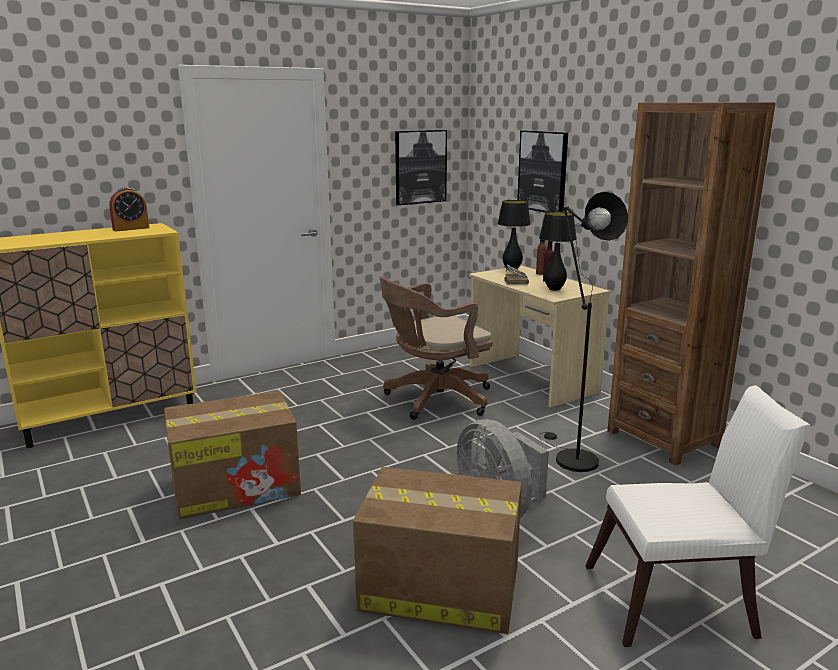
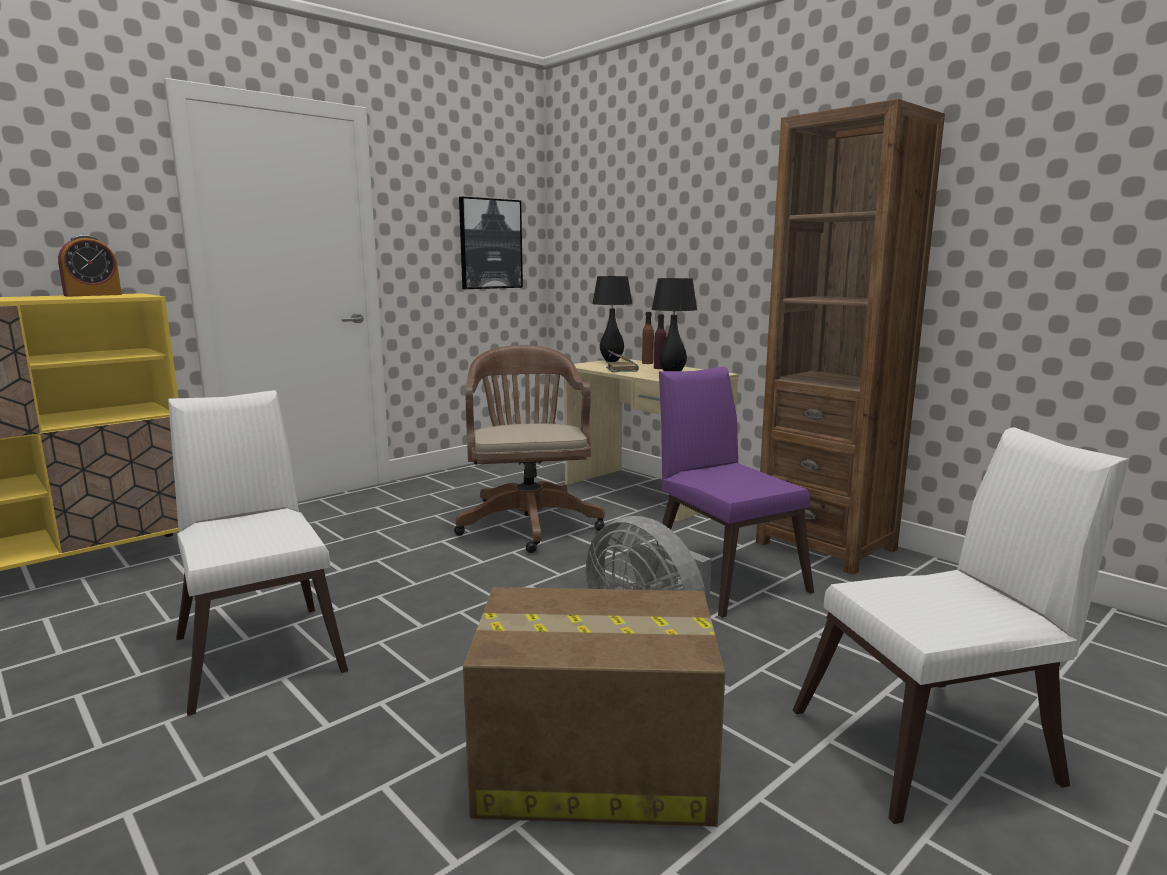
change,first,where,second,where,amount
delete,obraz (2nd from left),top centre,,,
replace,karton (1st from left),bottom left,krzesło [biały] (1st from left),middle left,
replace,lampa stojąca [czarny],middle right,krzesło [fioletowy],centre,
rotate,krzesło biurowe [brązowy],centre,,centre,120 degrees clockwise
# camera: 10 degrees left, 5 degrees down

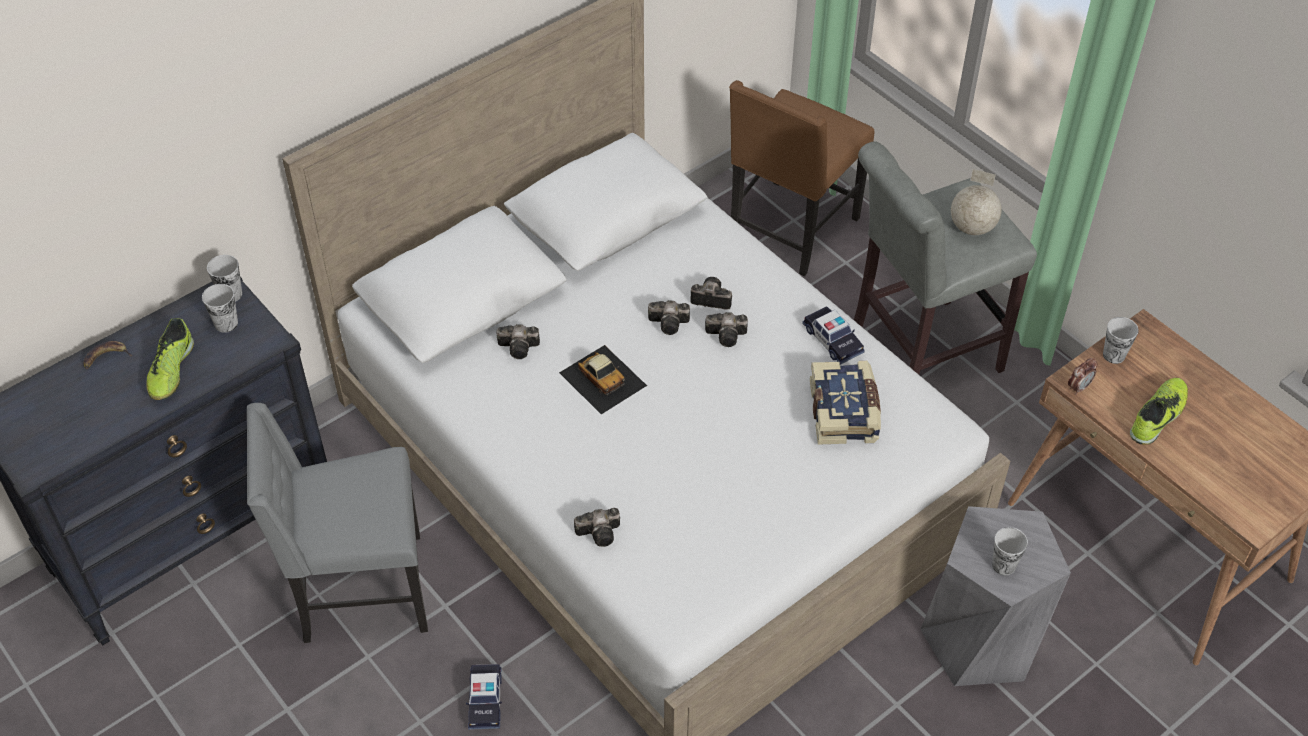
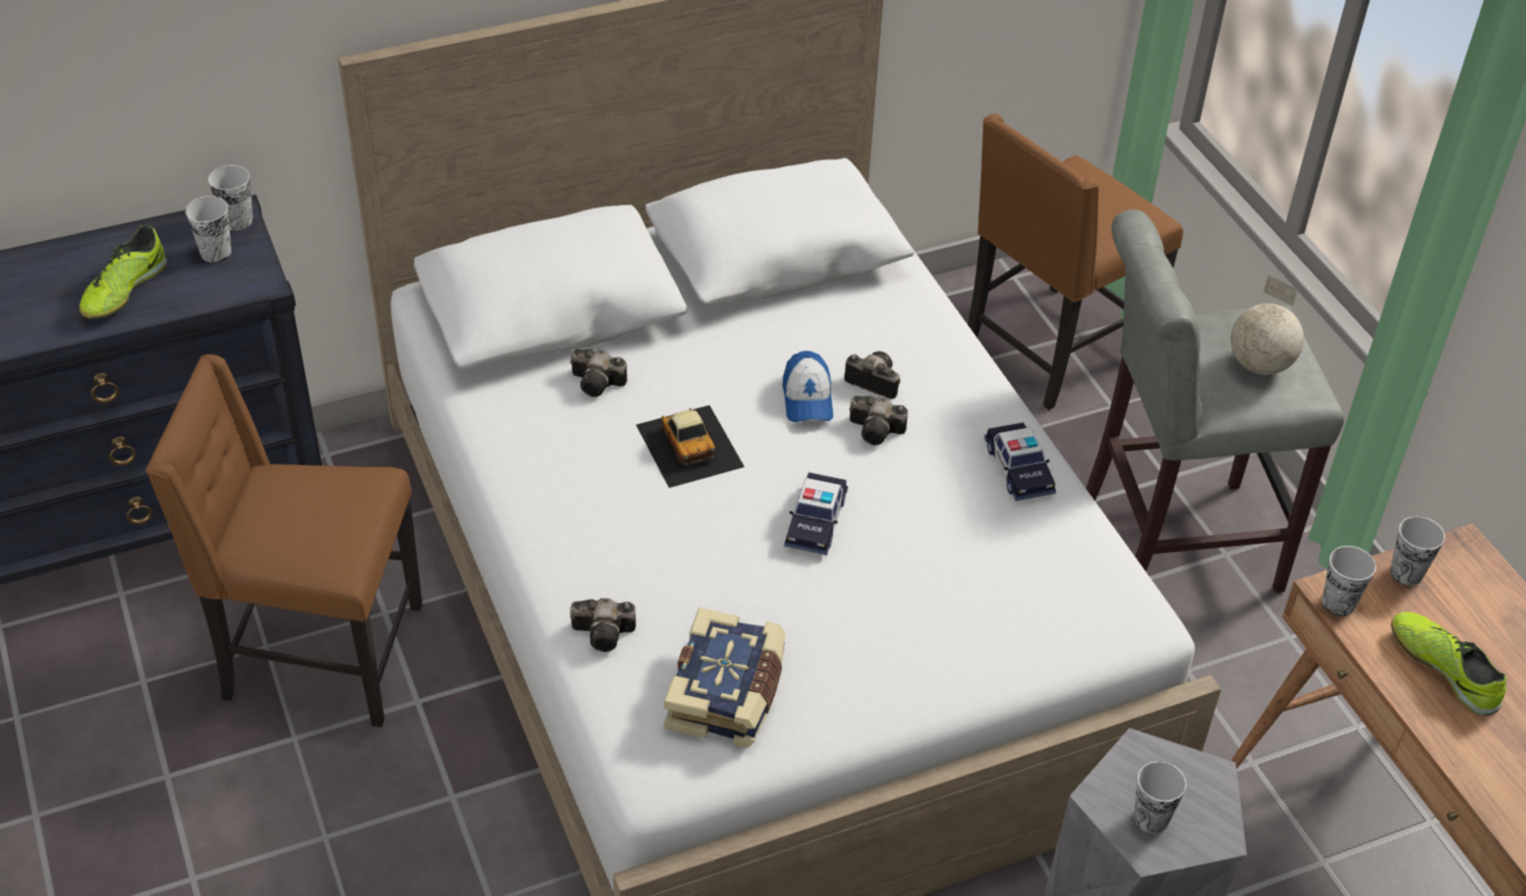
change,first,where,second,where,amount
delete,banan,middle left,,,
move,samochodzik (1st from left in the first image),bottom centre,samochodzik (2nd from left),centre,
move,książka,centre,,bottom centre,
replace,aparat fotograficzny (3rd from left),centre,czapka z daszkiem,centre,
replace,budzik,middle right,filiżanka (4th from left),middle right,
recolor,krzesło [szary],bottom left,krzesło [brązowy] (1st from left),middle left,
rotate,but (2nd from left),middle right,,bottom right,90 degrees counterclockwise
# camera: 15 degrees right, 5 degrees down

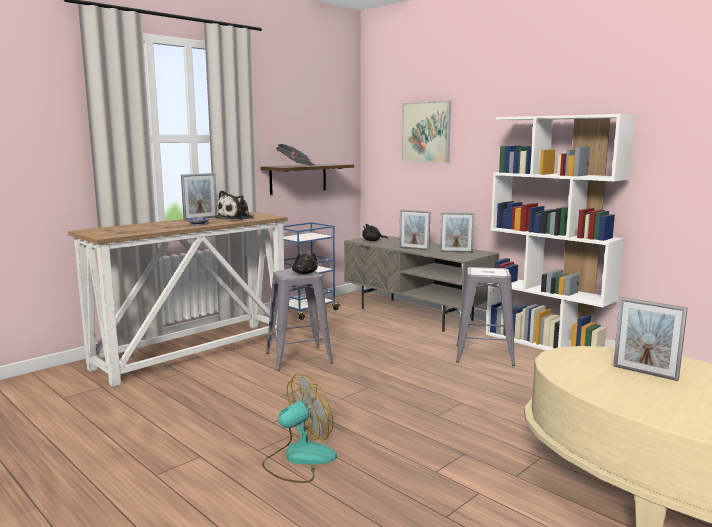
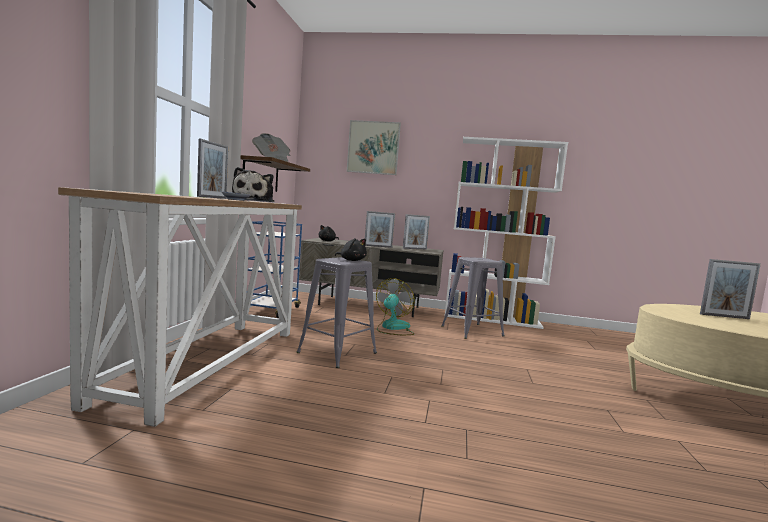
change,first,where,second,where,amount
move,wentylator,bottom centre,,centre,
# camera: 35 degrees left, 5 degrees down

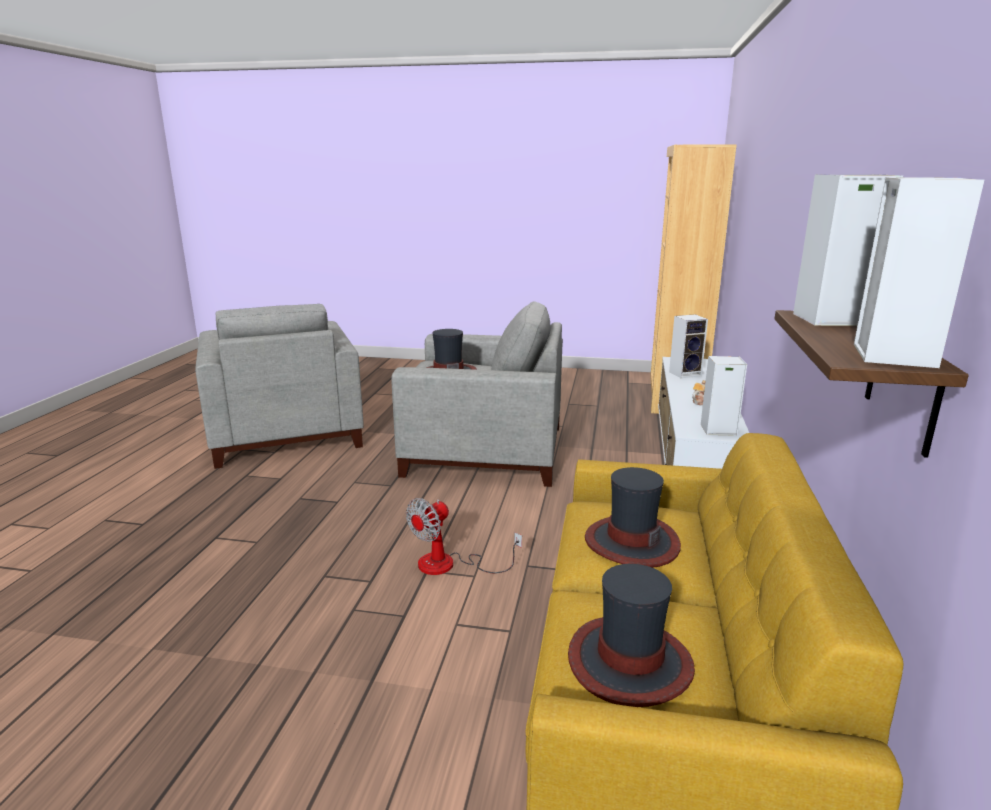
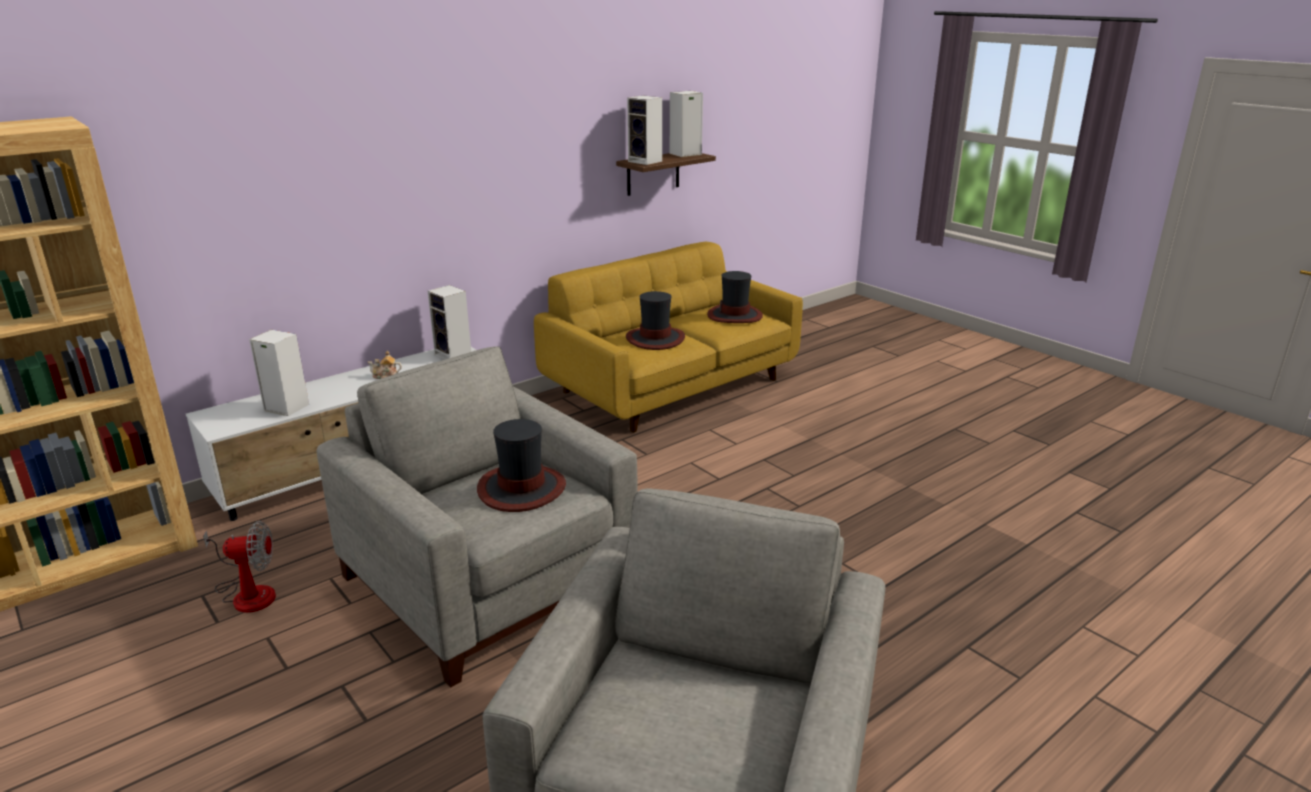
change,first,where,second,where,amount
move,wentylator,centre,,bottom left,
# camera: 140 degrees left, 5 degrees up

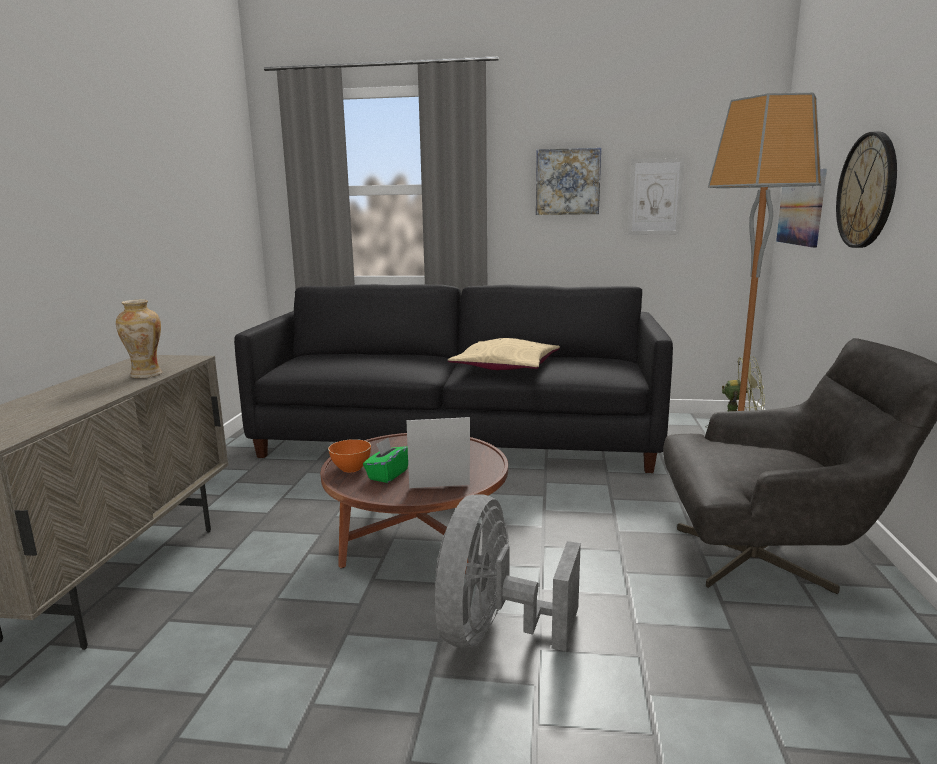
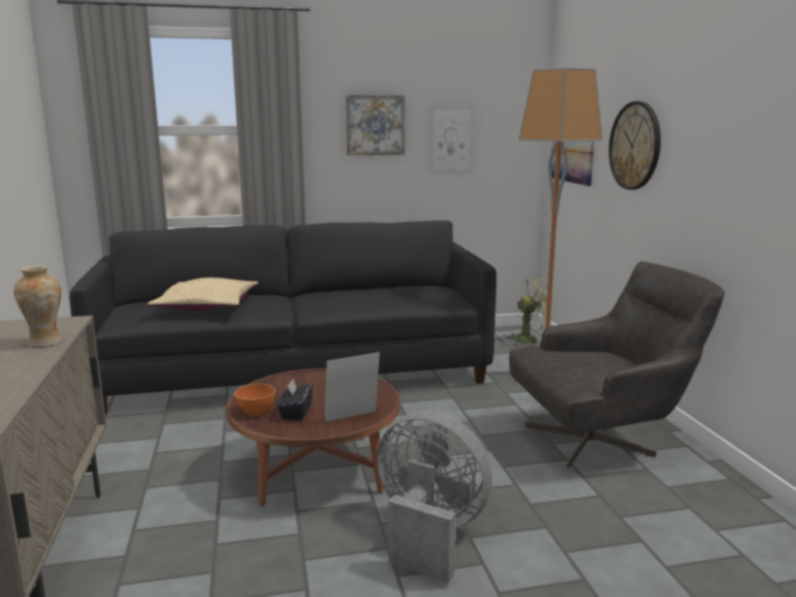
change,first,where,second,where,amount
move,poduszka [beżowy],centre,,middle left,
recolor,pudełko chusteczek [zielony],centre,pudełko chusteczek [czarny],bottom centre,
rotate,wentylator [szary],bottom centre,,bottom centre,120 degrees clockwise
# camera: 20 degrees left, 0 degrees up

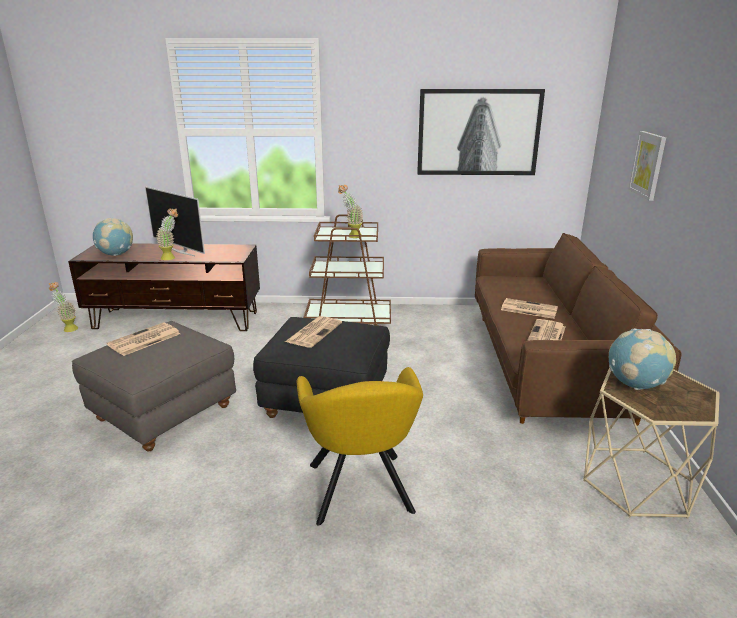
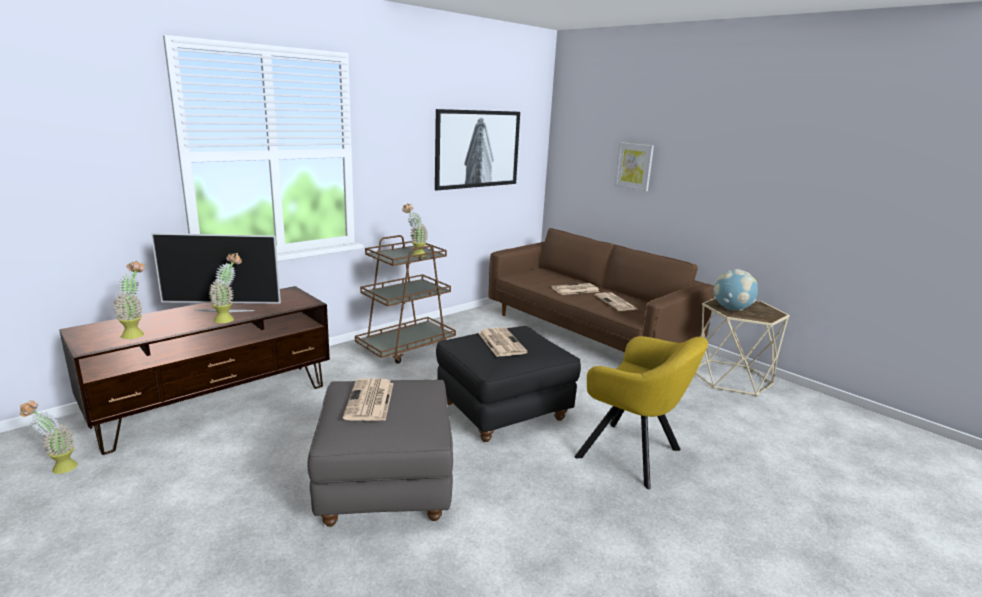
change,first,where,second,where,amount
replace,globus (1st from left),middle left,roślina doniczkowa (2nd from left),middle left,
# camera: 45 degrees left, 5 degrees down

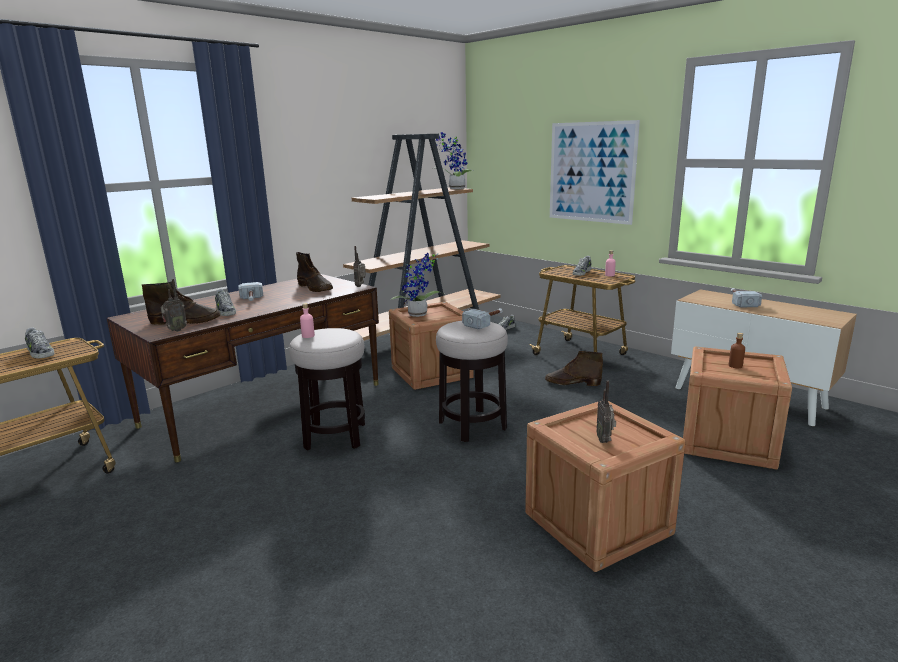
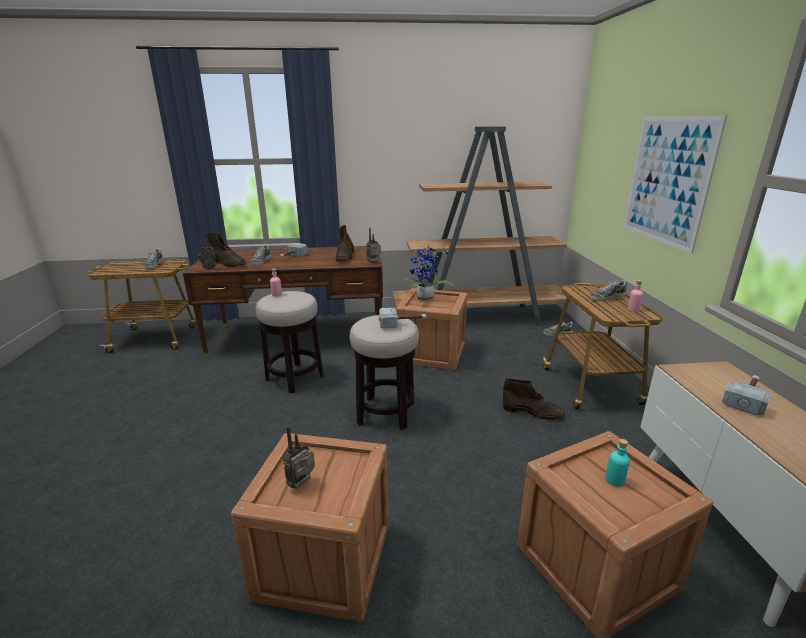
change,first,where,second,where,amount
delete,roślina doniczkowa (2nd from left),top centre,,,
recolor,butelka [brązowy],middle right,butelka [turkusowy],bottom right,
rotate,but z cholewką [brązowy] (3rd from left),centre,,centre,150 degrees clockwise
# camera: 40 degrees right, 5 degrees up

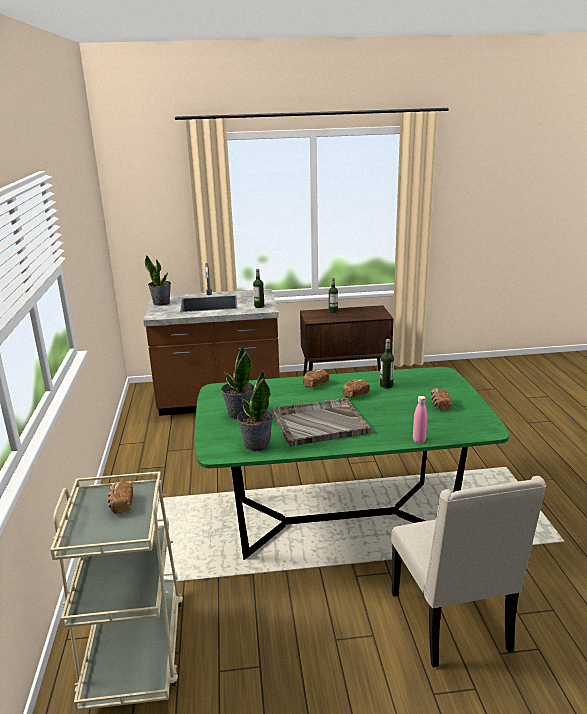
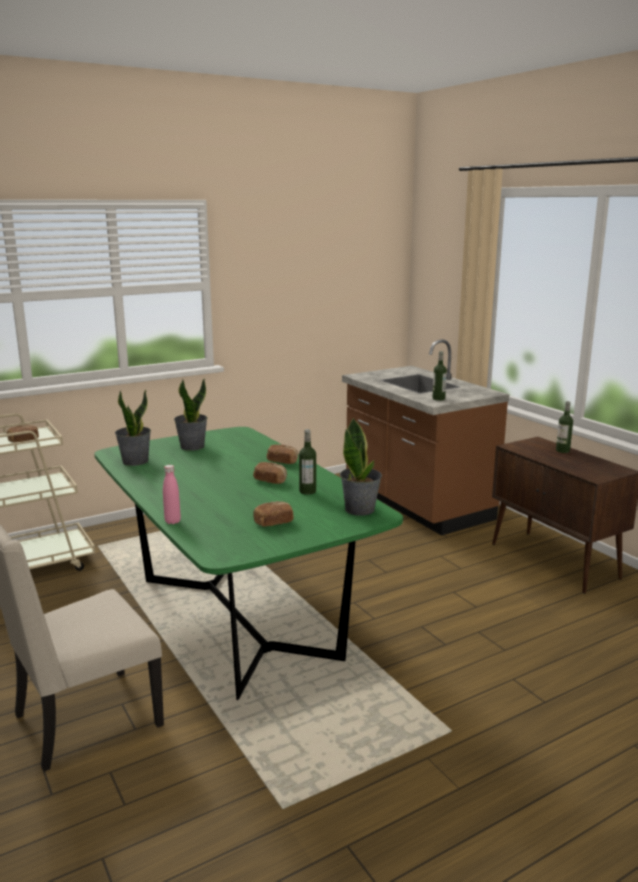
change,first,where,second,where,amount
delete,taca [szary],centre,,,
move,roślina doniczkowa (1st from left in the first image),middle left,roślina doniczkowa (3rd from left),centre,
# camera: 65 degrees right, 5 degrees down

